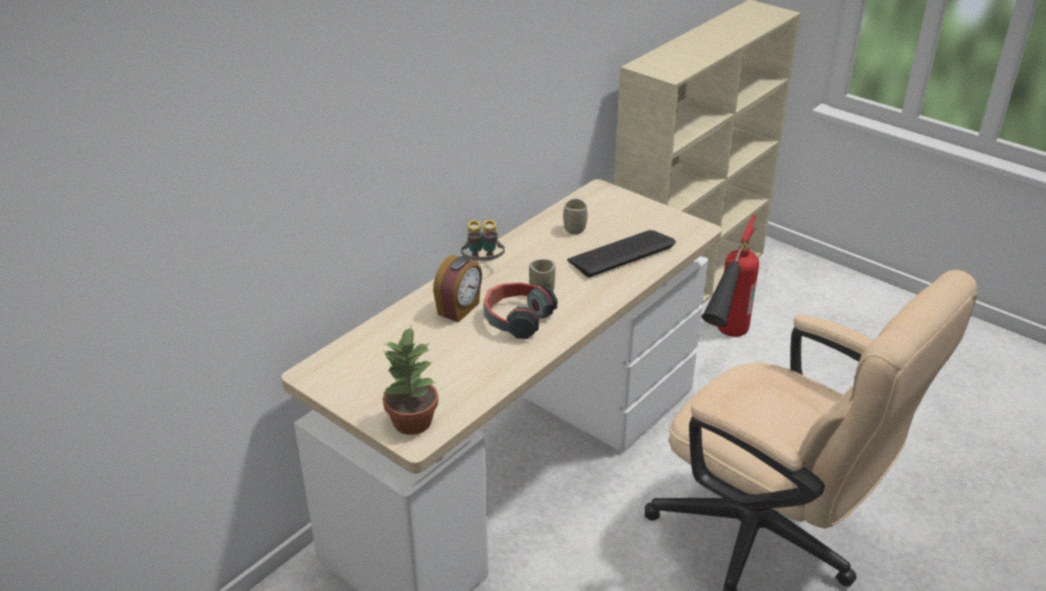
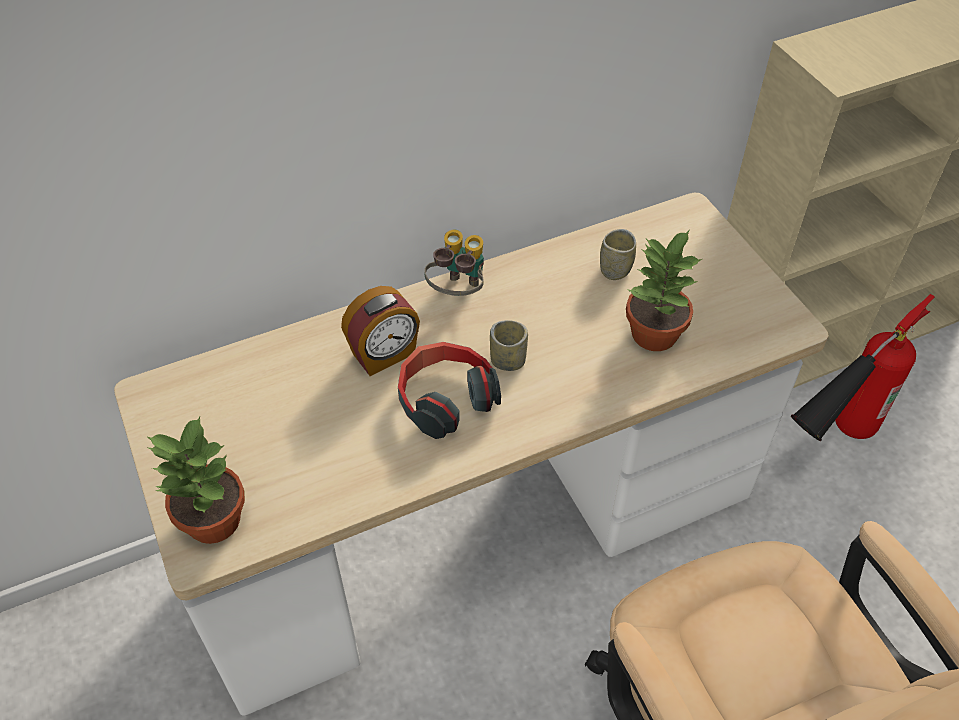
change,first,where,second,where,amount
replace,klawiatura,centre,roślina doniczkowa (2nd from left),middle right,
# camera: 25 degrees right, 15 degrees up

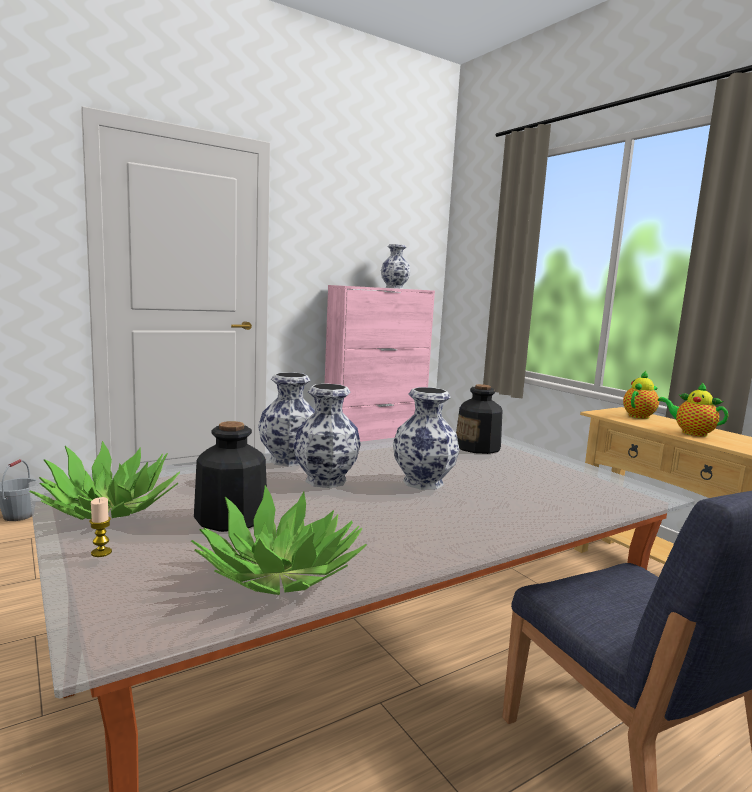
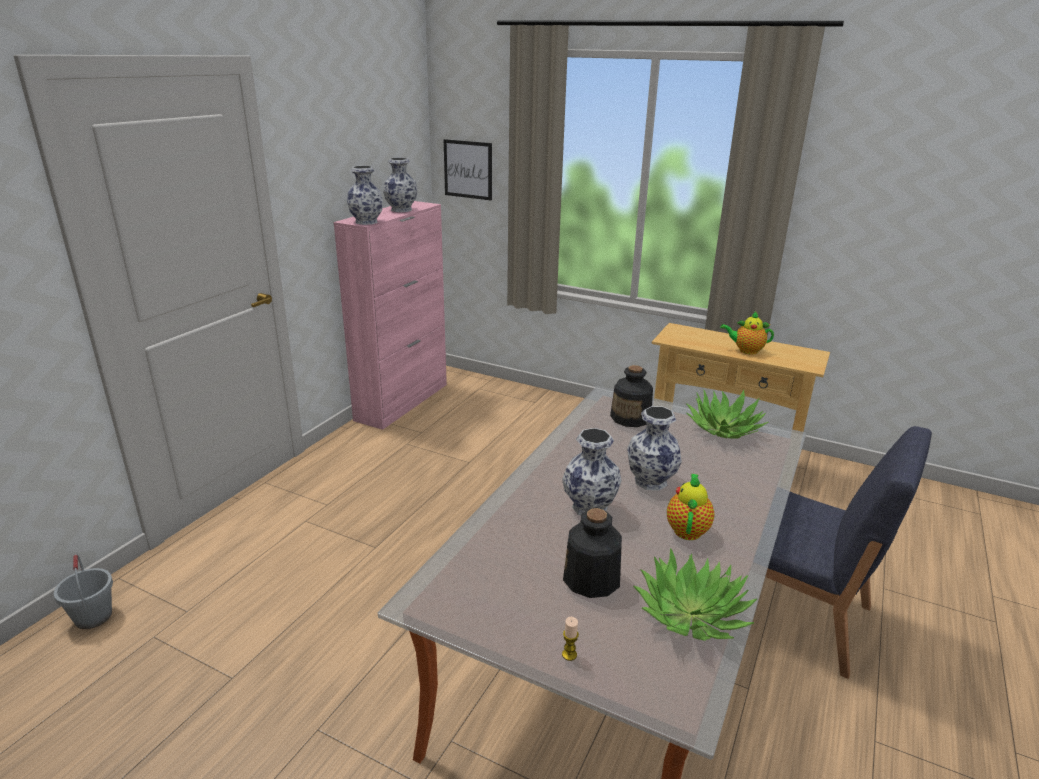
change,first,where,second,where,amount
insert,,,obraz,top centre,
move,roślina doniczkowa (1st from left in the first image),middle left,roślina doniczkowa (2nd from left),middle right,
move,wazon (1st from left),centre,,top centre,
move,imbryk (1st from left),middle right,,centre,
# camera: 30 degrees left, 15 degrees up

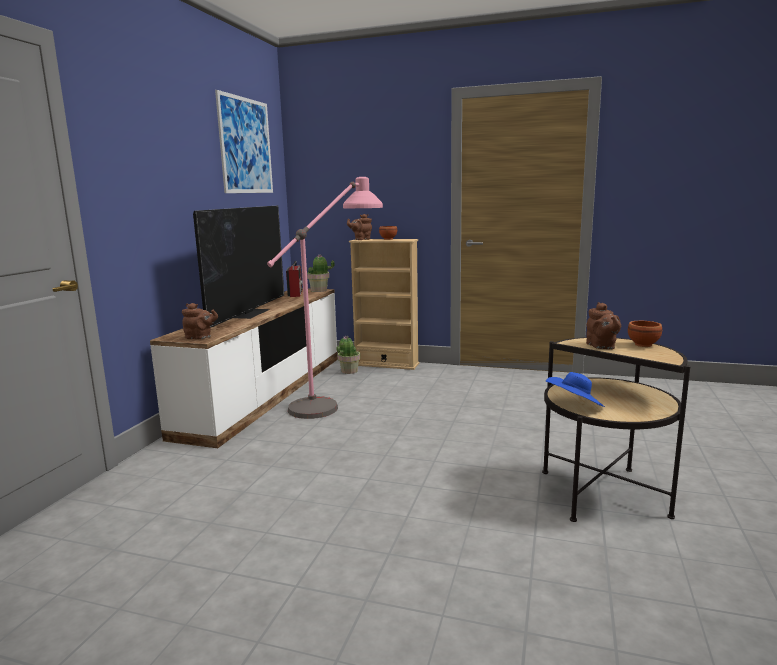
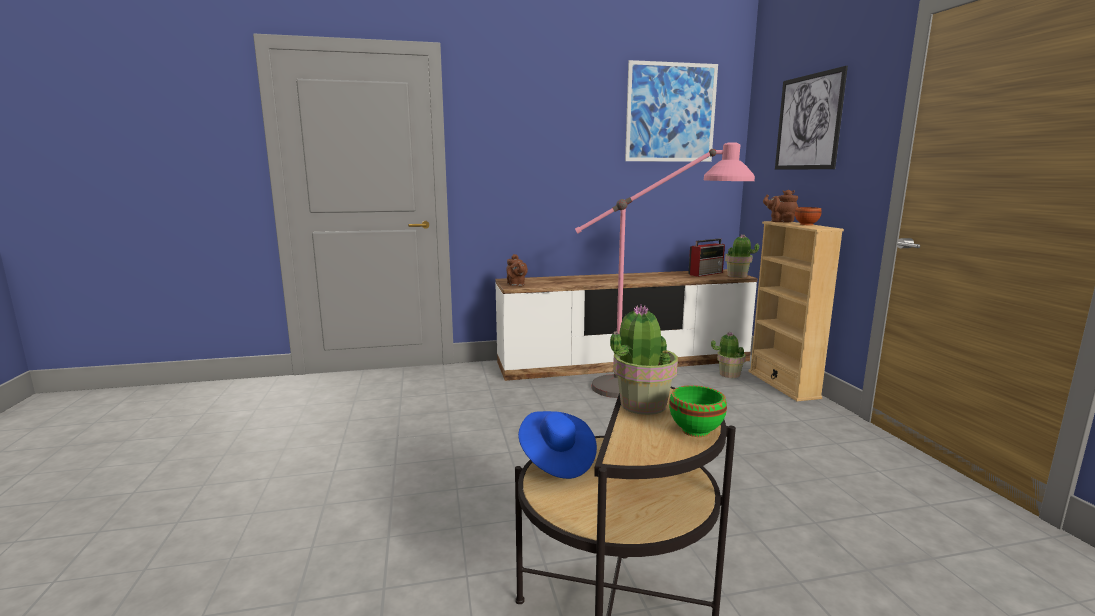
change,first,where,second,where,amount
delete,telewizor,middle left,,,
insert,,,obraz (2nd from left),top right,
replace,imbryk [brązowy] (3rd from left),middle right,roślina doniczkowa (1st from left),centre,
recolor,miska [brązowy] (2nd from left),middle right,miska [zielony],bottom centre,
# camera: 60 degrees right, 0 degrees up

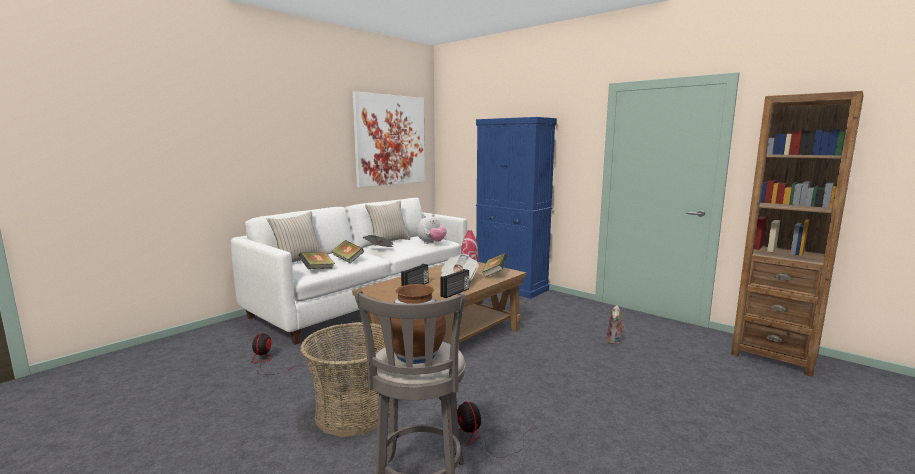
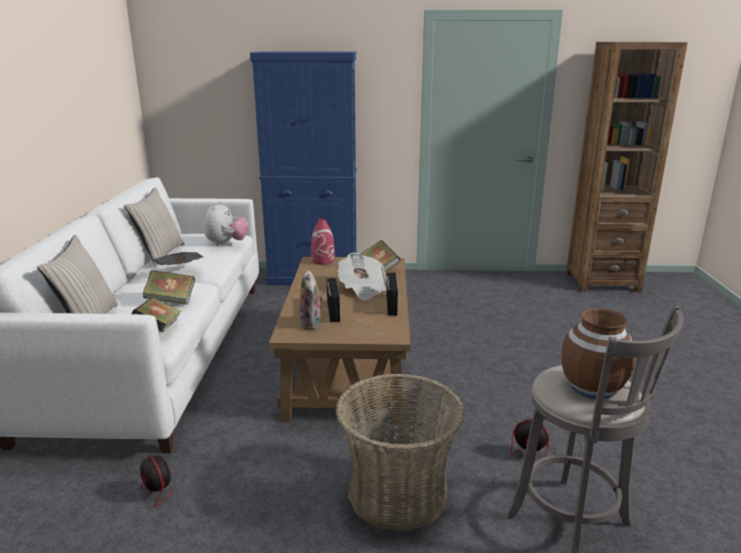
change,first,where,second,where,amount
delete,obraz,top centre,,,
move,pluszak (2nd from left),bottom right,,centre,
# camera: 40 degrees left, 10 degrees up

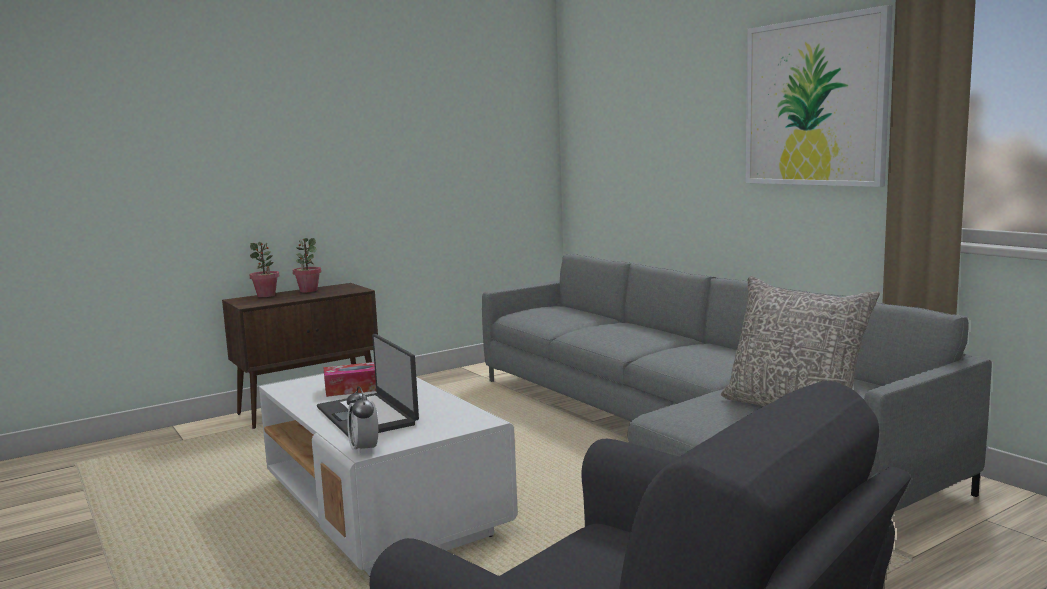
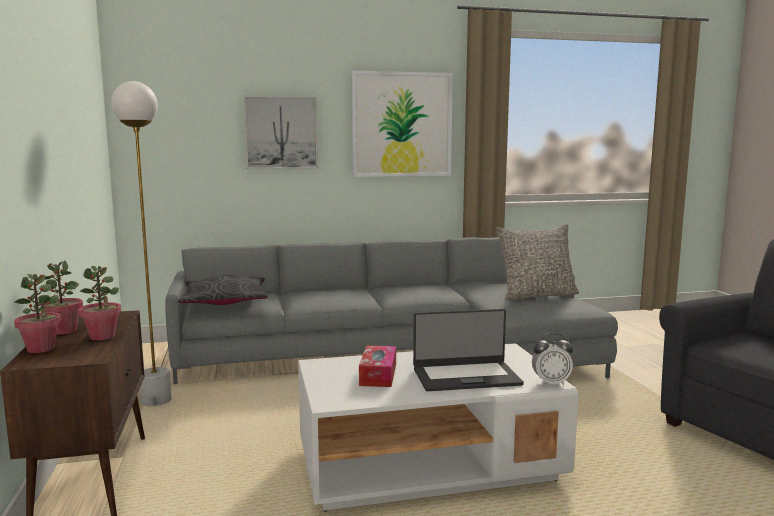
change,first,where,second,where,amount
insert,,,roślina doniczkowa (3rd from left),middle left,
insert,,,lampa stojąca [biały],middle left,
insert,,,poduszka [szary] (1st from left),middle left,
insert,,,obraz (1st from left),top centre,
# camera: 70 degrees left, 0 degrees up

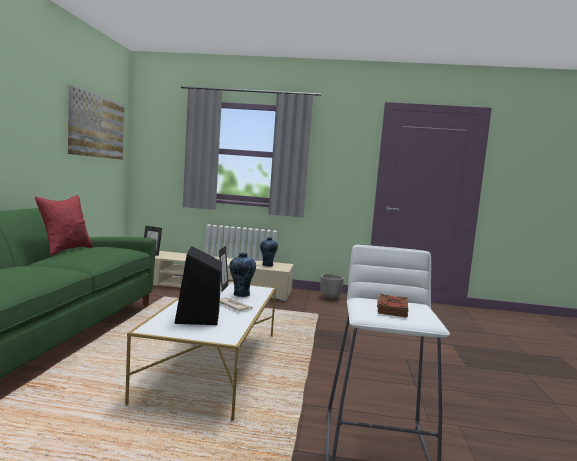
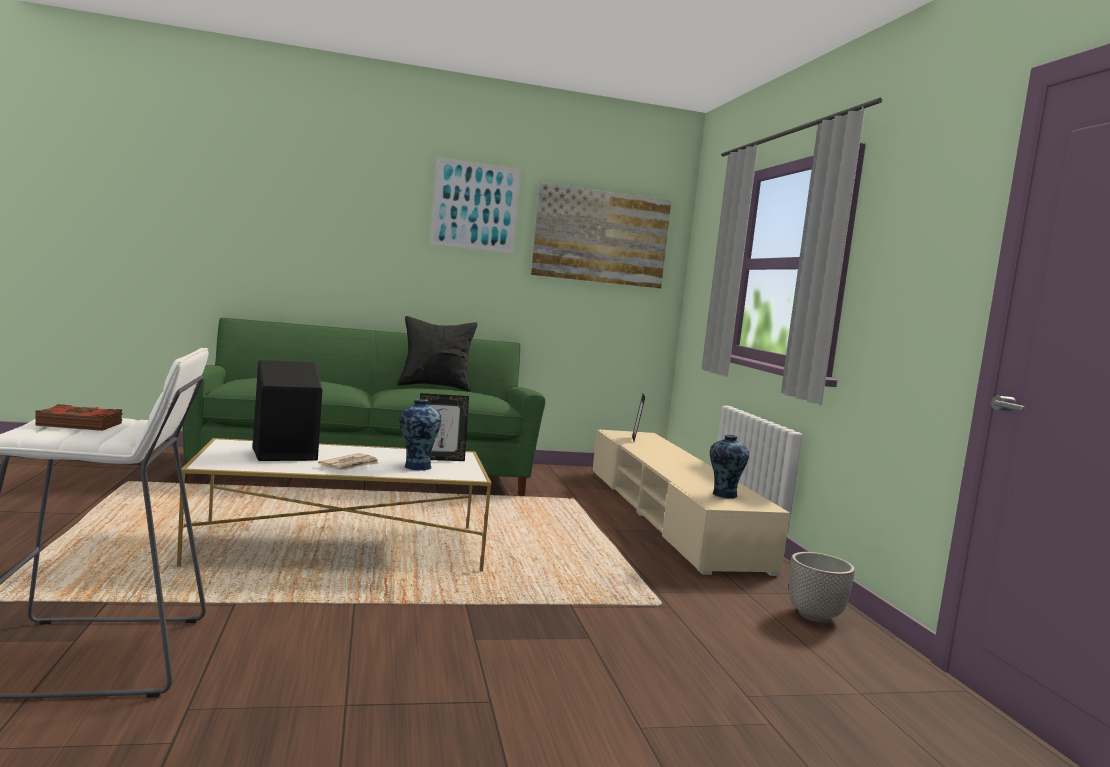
change,first,where,second,where,amount
insert,,,obraz (1st from left),top centre,
recolor,poduszka [czerwony],middle left,poduszka [czarny],centre,
# camera: 70 degrees right, 0 degrees up

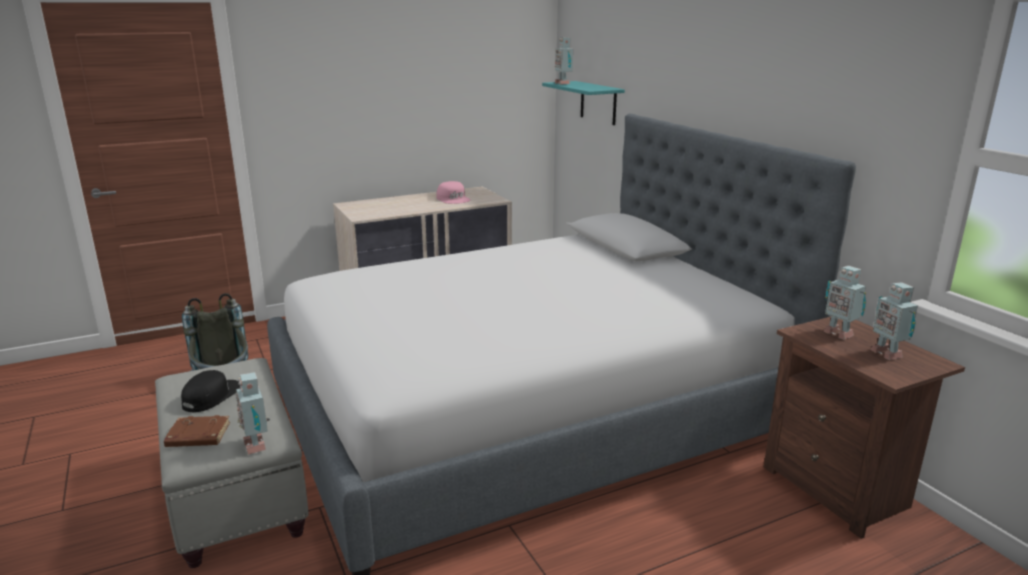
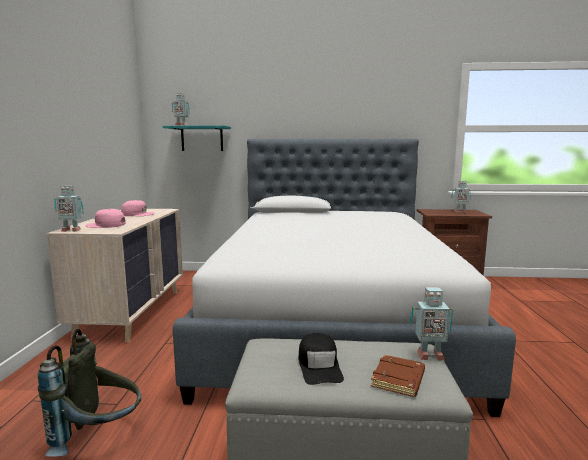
change,first,where,second,where,amount
insert,,,czapka z daszkiem [różowy] (1st from left),middle left,
move,robot zabawkowy (3rd from left in the first image),middle right,robot zabawkowy (1st from left),middle left,
rotate,czapka z daszkiem [czarny],bottom left,,bottom centre,150 degrees counterclockwise
# camera: 60 degrees left, 10 degrees down

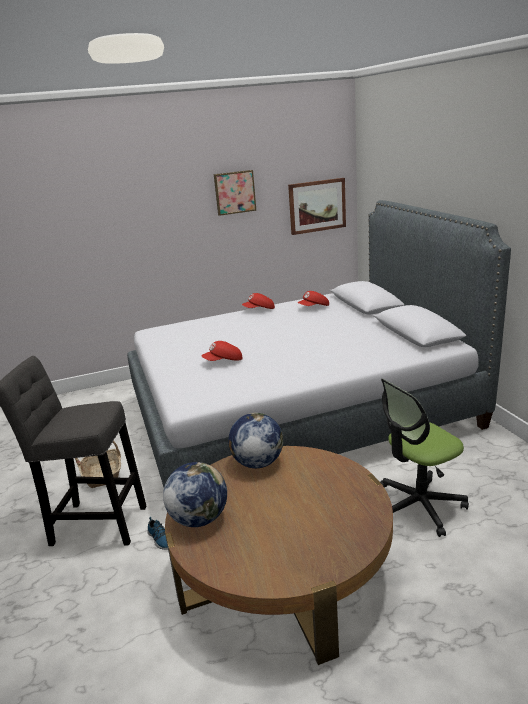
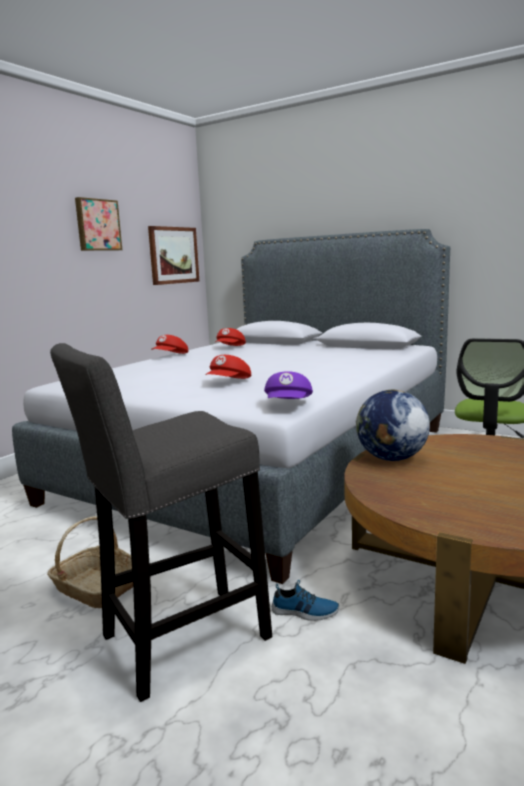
change,first,where,second,where,amount
delete,globus (1st from left),bottom centre,,,
insert,,,czapka z daszkiem [fioletowy],centre,
# camera: 40 degrees left, 10 degrees down

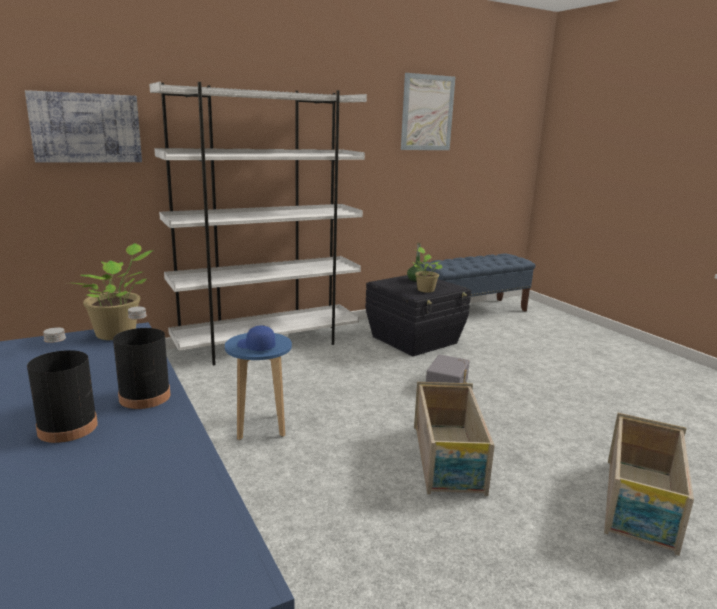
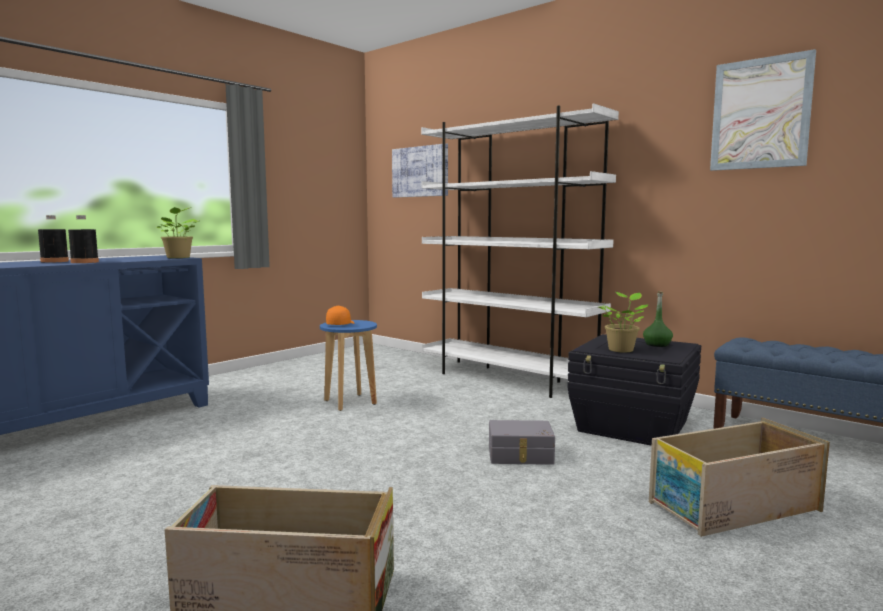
change,first,where,second,where,amount
move,skrzynka (1st from left in the first image),bottom centre,skrzynka (2nd from left),bottom right,
recolor,czapka z daszkiem [niebieski],centre,czapka z daszkiem [pomarańczowy],centre,
# camera: 70 degrees right, 10 degrees down

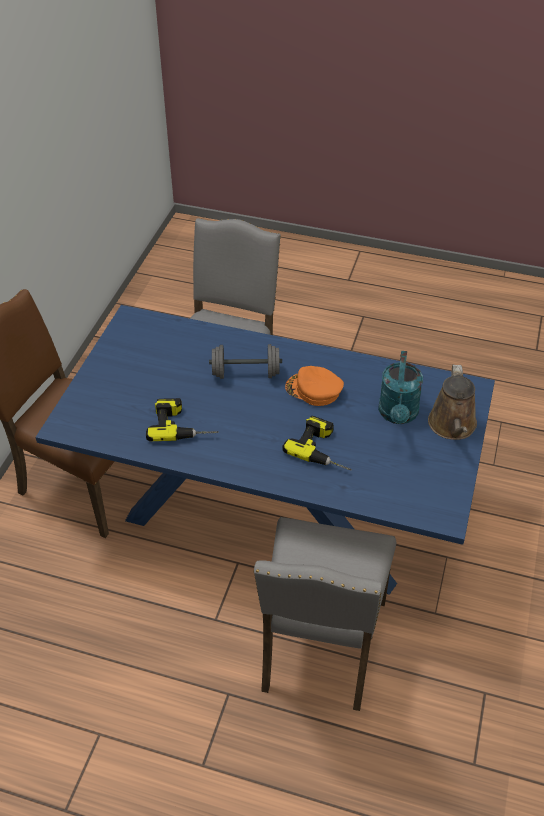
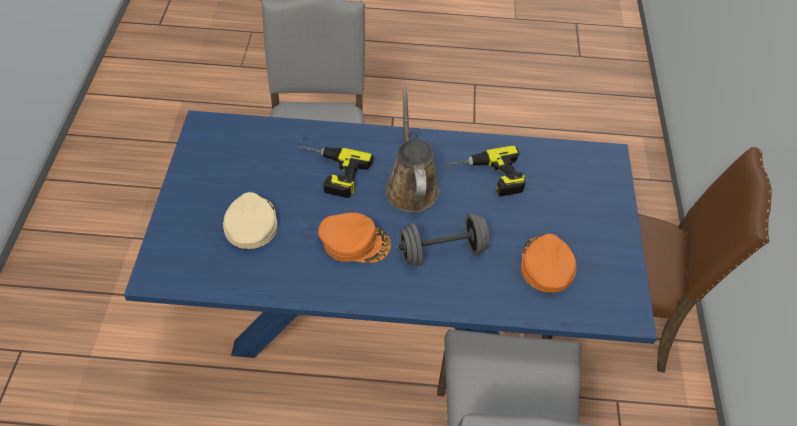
change,first,where,second,where,amount
insert,,,czapka z daszkiem [pomarańczowy] (2nd from left),middle right,
move,konewka [brązowy],middle right,,centre,
replace,konewka [turkusowy],middle right,czapka z daszkiem [beżowy],middle left,
# camera: 165 degrees right, 5 degrees up

